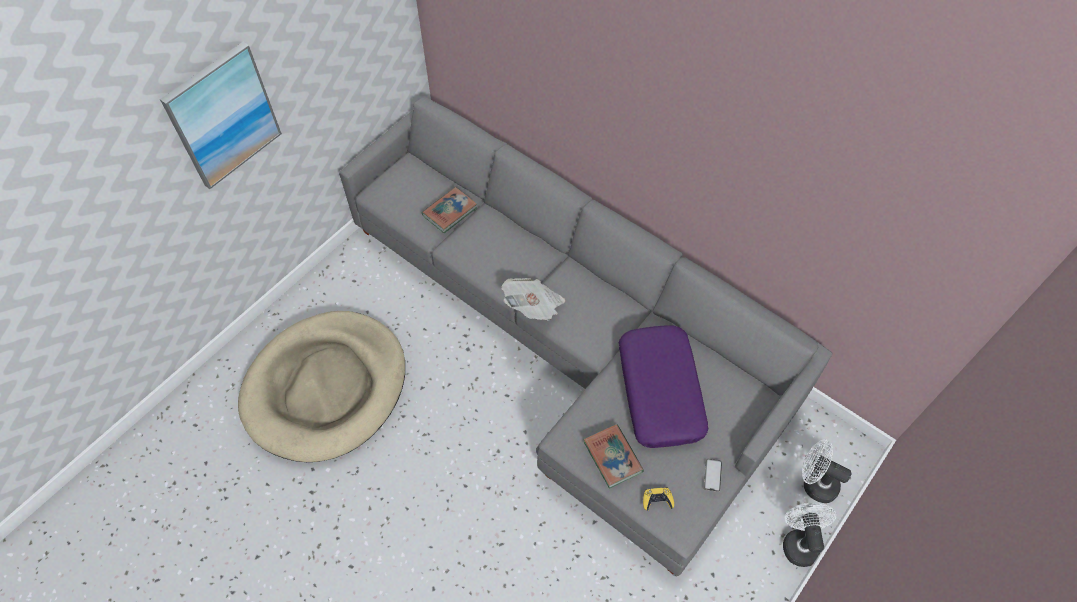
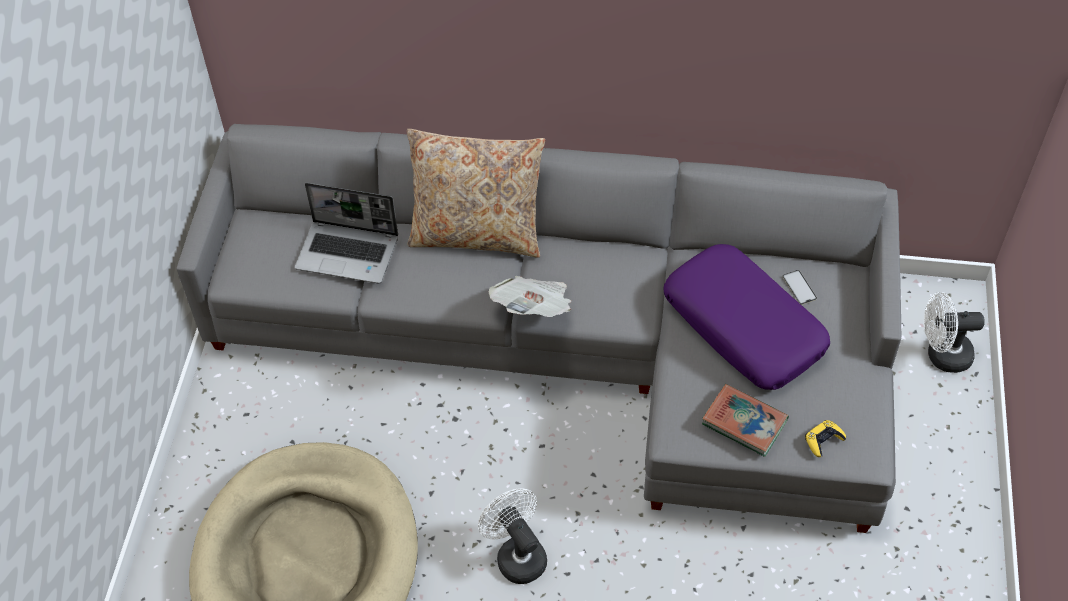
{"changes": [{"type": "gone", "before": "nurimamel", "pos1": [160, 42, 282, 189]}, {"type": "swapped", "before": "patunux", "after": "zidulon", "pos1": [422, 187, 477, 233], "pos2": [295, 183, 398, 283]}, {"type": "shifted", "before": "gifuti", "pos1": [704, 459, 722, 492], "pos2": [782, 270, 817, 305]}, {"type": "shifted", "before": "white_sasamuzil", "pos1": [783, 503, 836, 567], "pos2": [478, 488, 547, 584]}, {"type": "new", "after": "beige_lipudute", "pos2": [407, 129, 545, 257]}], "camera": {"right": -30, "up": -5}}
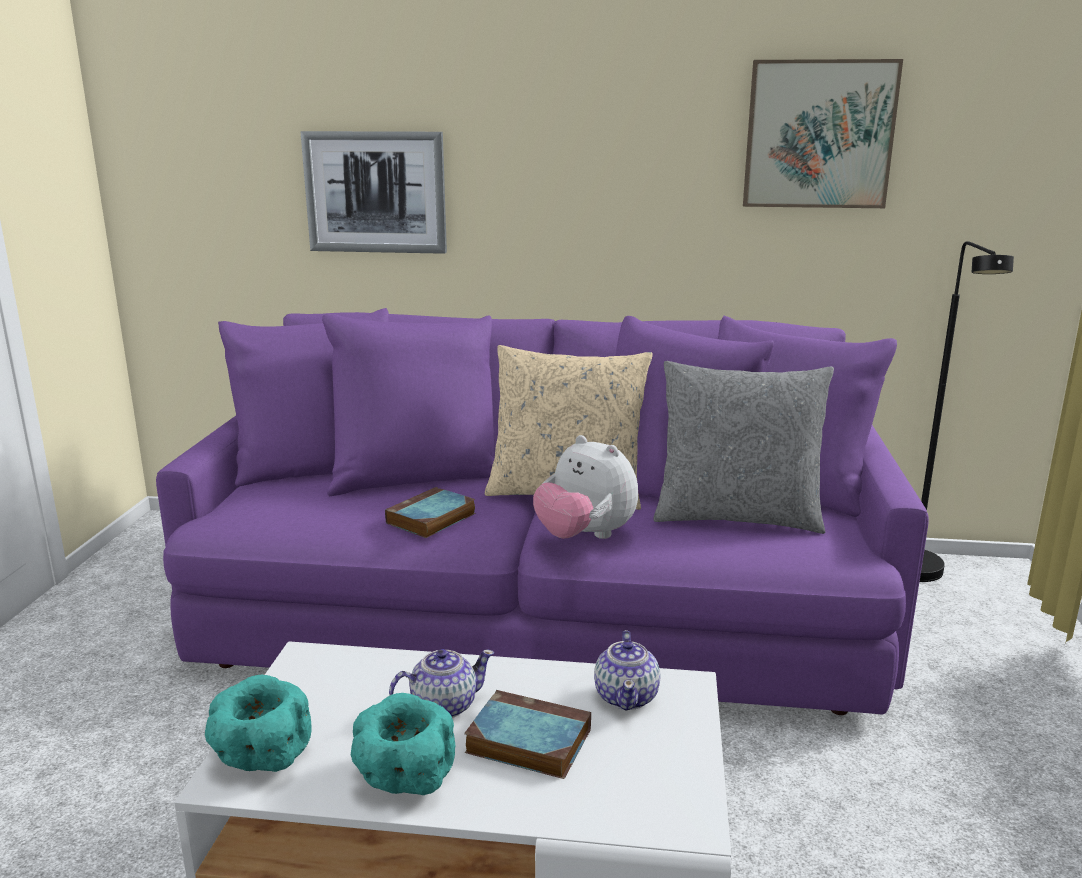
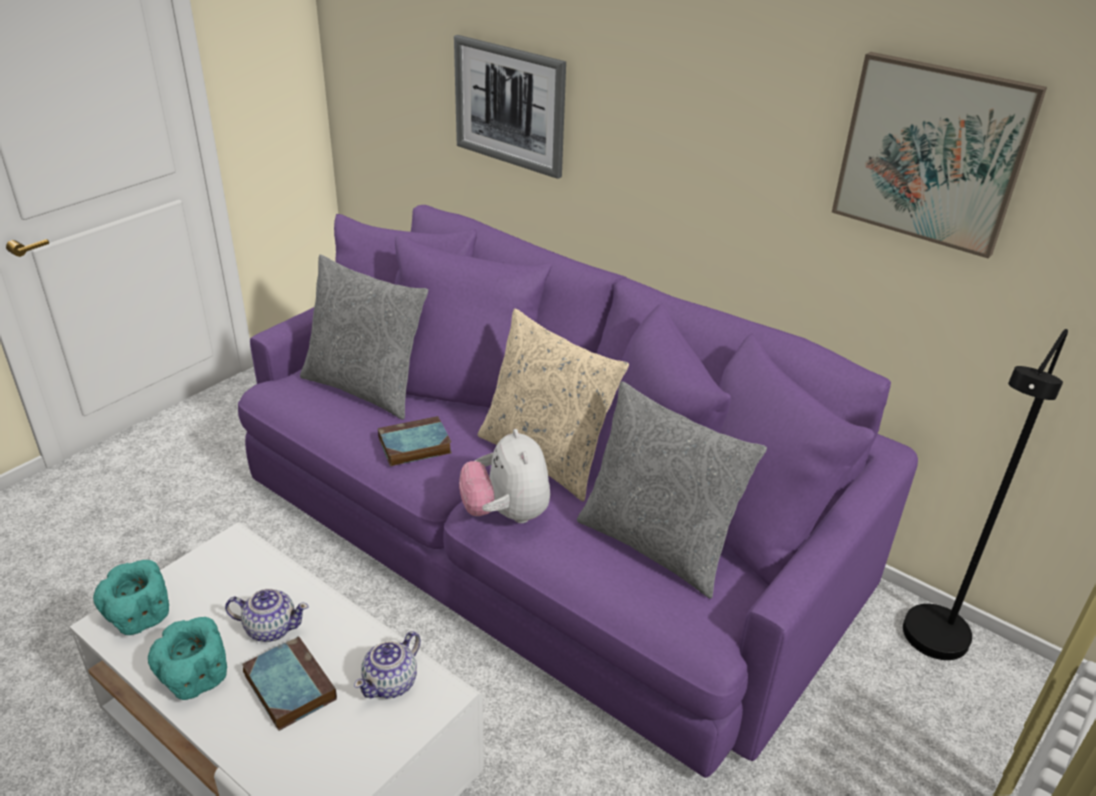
{"changes": [{"type": "new", "after": "grey_lipudute", "pos2": [300, 255, 428, 420]}], "camera": {"right": 30, "up": 15}}
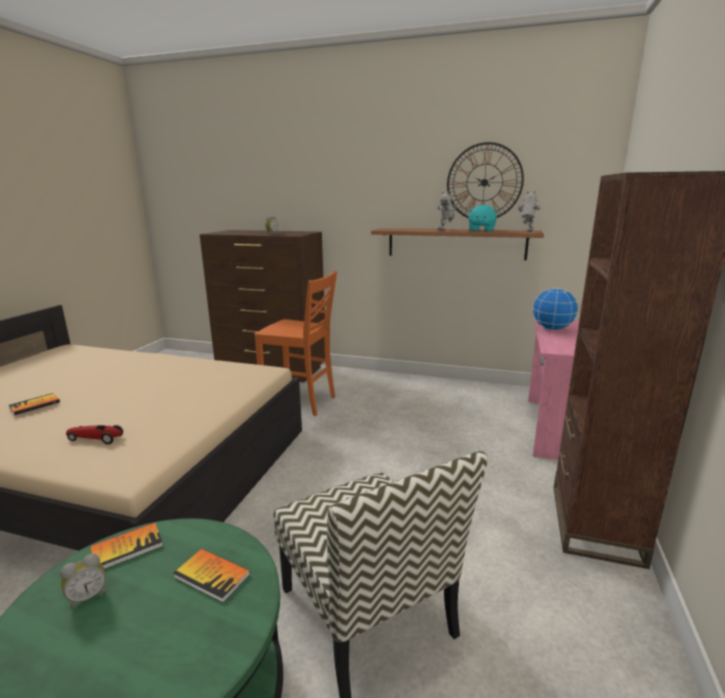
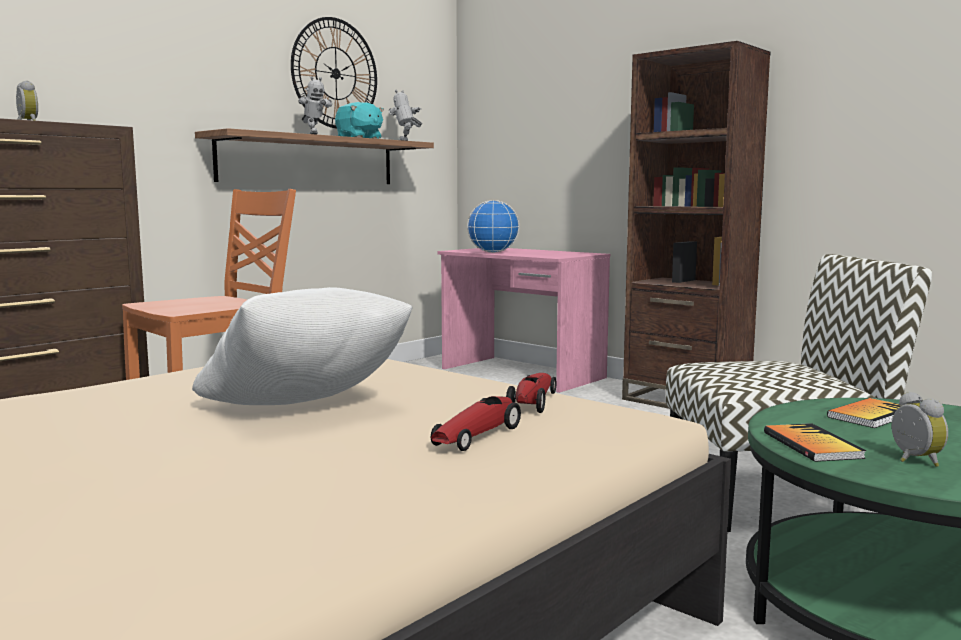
{"changes": [{"type": "gone", "before": "patunux", "pos1": [8, 393, 60, 415]}, {"type": "new", "after": "white_lipudute", "pos2": [192, 287, 413, 405]}, {"type": "new", "after": "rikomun", "pos2": [506, 373, 556, 413]}], "camera": {"right": -65, "up": -10}}
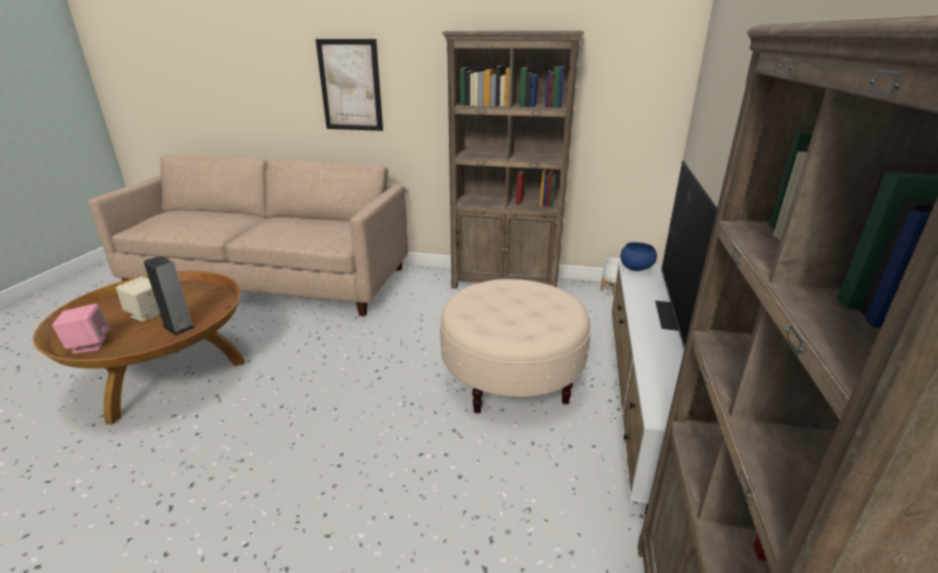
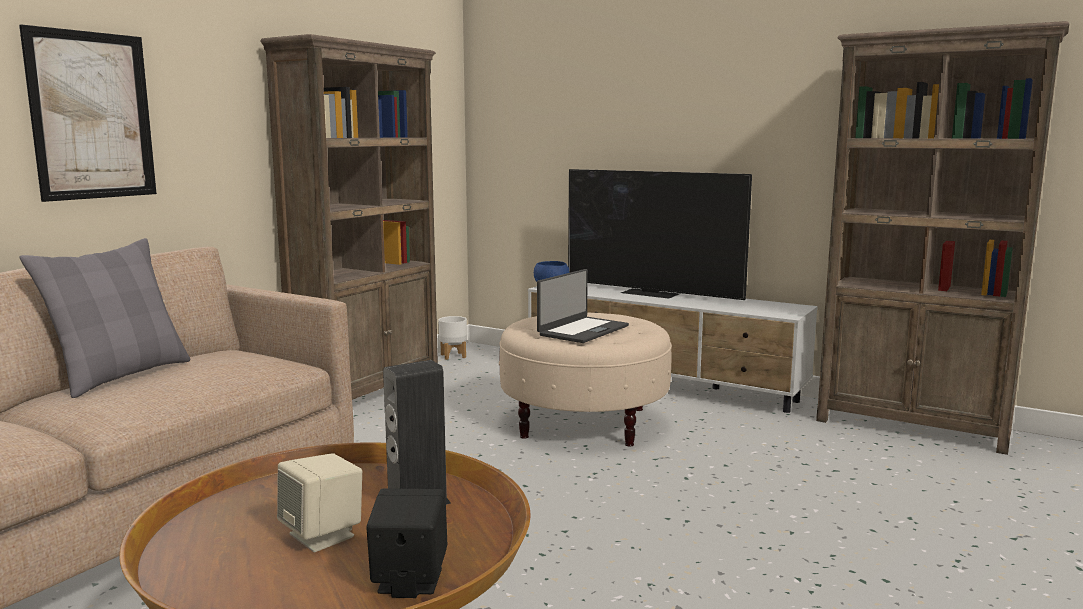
{"changes": [{"type": "repainted", "before": "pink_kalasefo", "after": "black_kalasefo", "pos1": [52, 304, 109, 354], "pos2": [366, 488, 447, 598]}, {"type": "new", "after": "grey_lipudute", "pos2": [19, 238, 190, 398]}, {"type": "new", "after": "zidulon", "pos2": [537, 269, 629, 343]}], "camera": {"right": -70, "up": -15}}
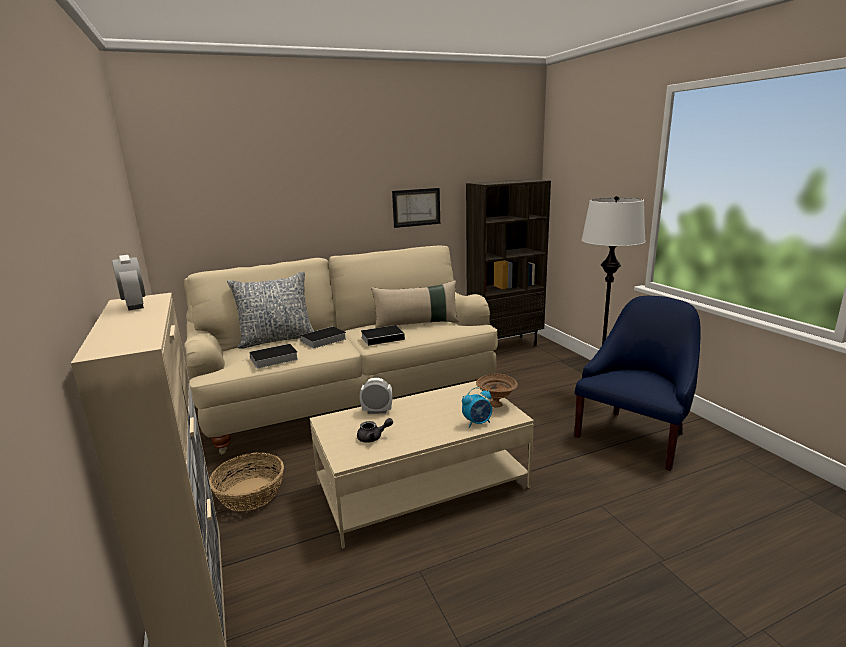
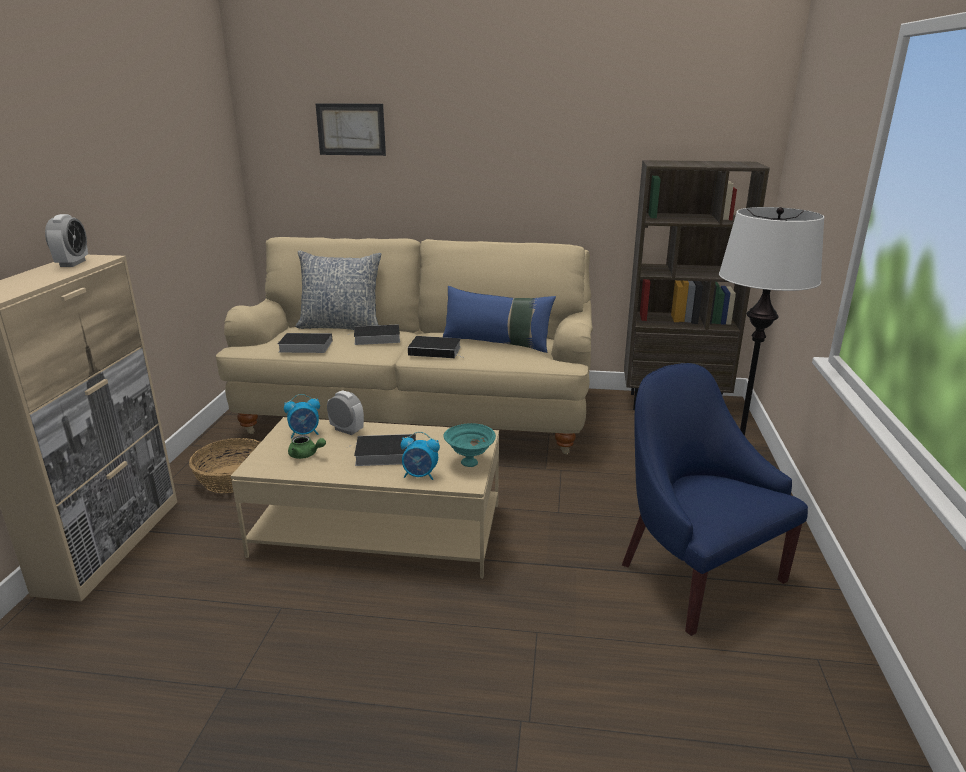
{"changes": [{"type": "repainted", "before": "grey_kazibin", "after": "green_kazibin", "pos1": [357, 418, 393, 443], "pos2": [288, 435, 326, 459]}, {"type": "repainted", "before": "beige_lipudute", "after": "blue_lipudute", "pos1": [371, 281, 459, 328], "pos2": [443, 286, 556, 353]}, {"type": "shifted", "before": "nurimamel", "pos1": [392, 188, 440, 228], "pos2": [316, 103, 386, 156]}, {"type": "repainted", "before": "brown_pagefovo", "after": "turquoise_pagefovo", "pos1": [476, 374, 518, 408], "pos2": [443, 423, 496, 467]}, {"type": "rotated", "before": "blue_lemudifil", "pos1": [574, 296, 701, 471], "pos2": [622, 363, 808, 636], "turn": -105}, {"type": "new", "after": "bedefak", "pos2": [284, 394, 320, 438]}, {"type": "new", "after": "patunux", "pos2": [349, 434, 416, 466]}], "camera": {"right": 30, "up": 5}}
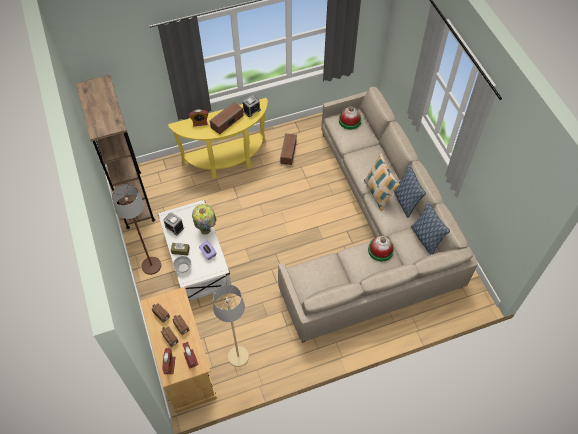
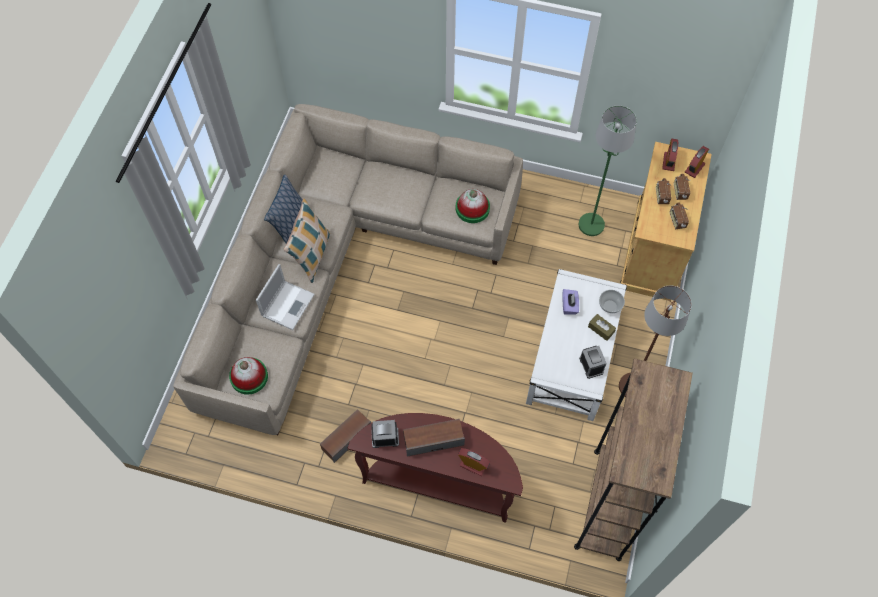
{"changes": [{"type": "repainted", "before": "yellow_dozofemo", "after": "brown_dozofemo", "pos1": [168, 98, 268, 178], "pos2": [347, 413, 523, 523]}, {"type": "gone", "before": "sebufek", "pos1": [192, 204, 216, 235]}, {"type": "repainted", "before": "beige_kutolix", "after": "green_kutolix", "pos1": [213, 284, 249, 367], "pos2": [579, 106, 637, 236]}, {"type": "shifted", "before": "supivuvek", "pos1": [368, 236, 394, 261], "pos2": [456, 189, 490, 223]}, {"type": "gone", "before": "lipudute", "pos1": [411, 201, 450, 255]}, {"type": "new", "after": "zidulon", "pos2": [256, 264, 315, 330]}], "camera": {"right": -145, "up": 5}}
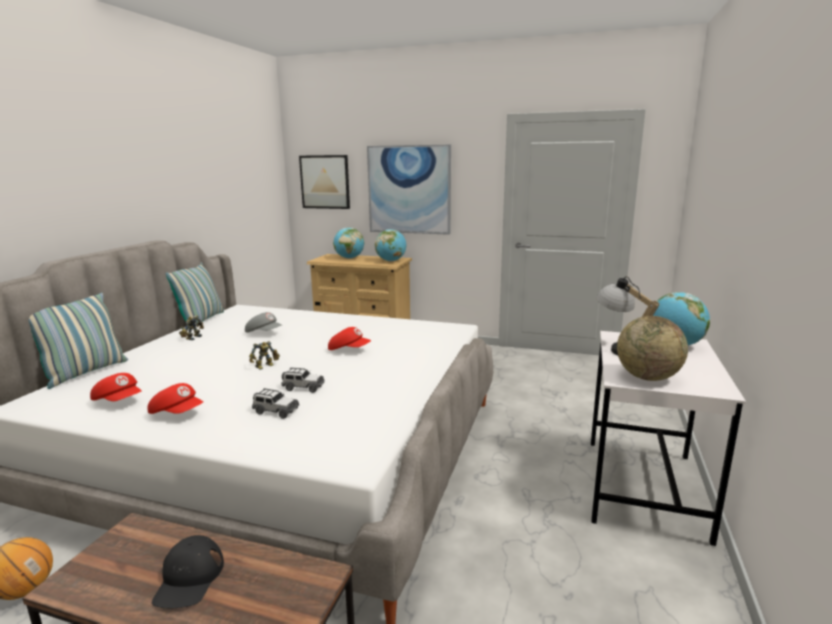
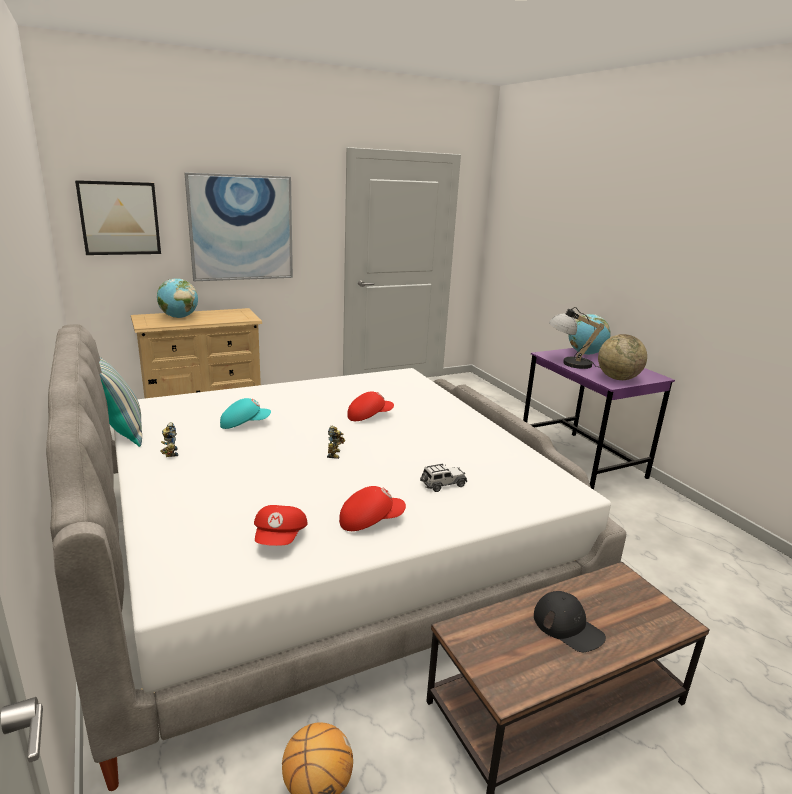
{"changes": [{"type": "gone", "before": "lipudute", "pos1": [29, 293, 128, 389]}, {"type": "rotated", "before": "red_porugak", "pos1": [90, 373, 142, 401], "pos2": [254, 505, 308, 546], "turn": 105}, {"type": "repainted", "before": "grey_porugak", "after": "turquoise_porugak", "pos1": [245, 312, 282, 333], "pos2": [220, 398, 271, 429]}, {"type": "gone", "before": "rikomun", "pos1": [281, 368, 325, 393]}, {"type": "gone", "before": "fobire", "pos1": [375, 229, 406, 261]}, {"type": "repainted", "before": "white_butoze", "after": "purple_butoze", "pos1": [591, 331, 746, 546], "pos2": [523, 348, 675, 490]}], "camera": {"right": -45, "up": 5}}
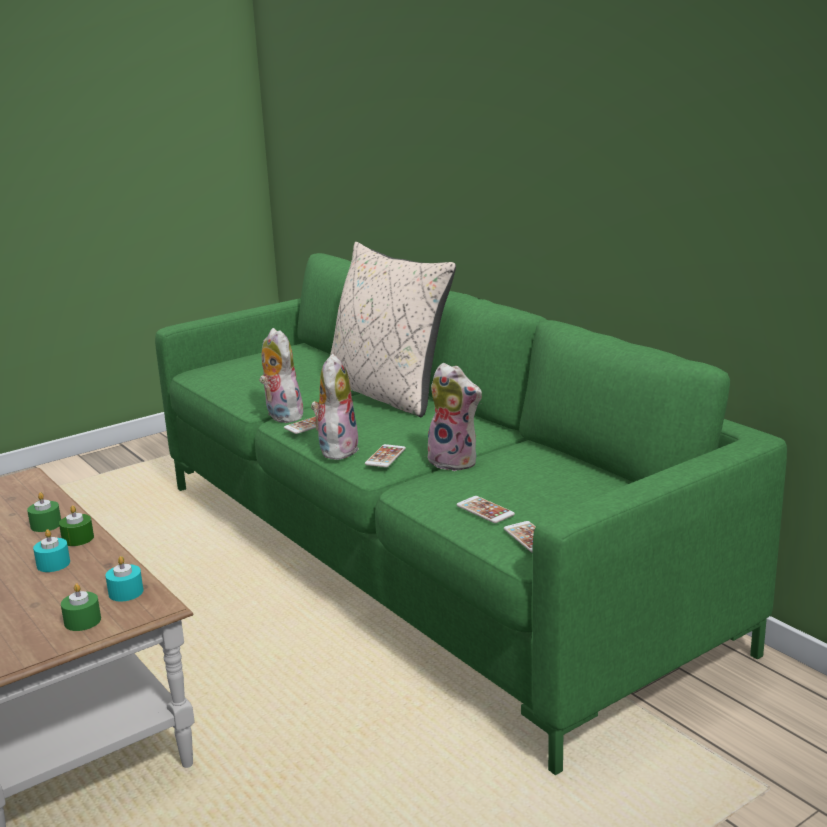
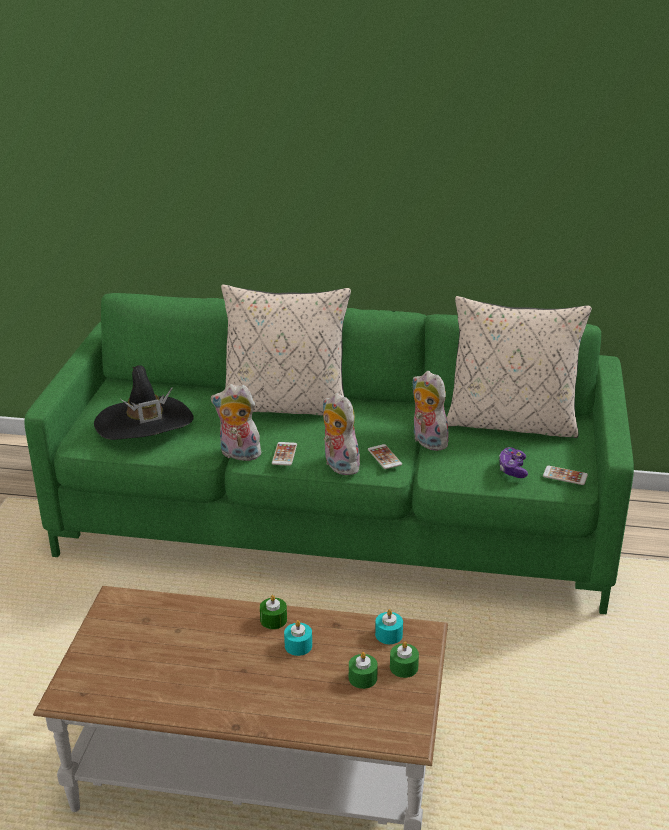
{"changes": [{"type": "shifted", "before": "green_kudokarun", "pos1": [27, 492, 61, 532], "pos2": [349, 652, 378, 689]}, {"type": "rotated", "before": "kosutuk", "pos1": [425, 363, 482, 471], "pos2": [413, 371, 451, 451], "turn": -120}, {"type": "swapped", "before": "gifuti", "after": "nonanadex", "pos1": [456, 496, 515, 523], "pos2": [499, 447, 528, 478]}, {"type": "new", "after": "black_supivuvek", "pos2": [94, 365, 194, 440]}, {"type": "new", "after": "beige_lipudute", "pos2": [447, 296, 592, 438]}], "camera": {"right": -45, "up": 10}}
